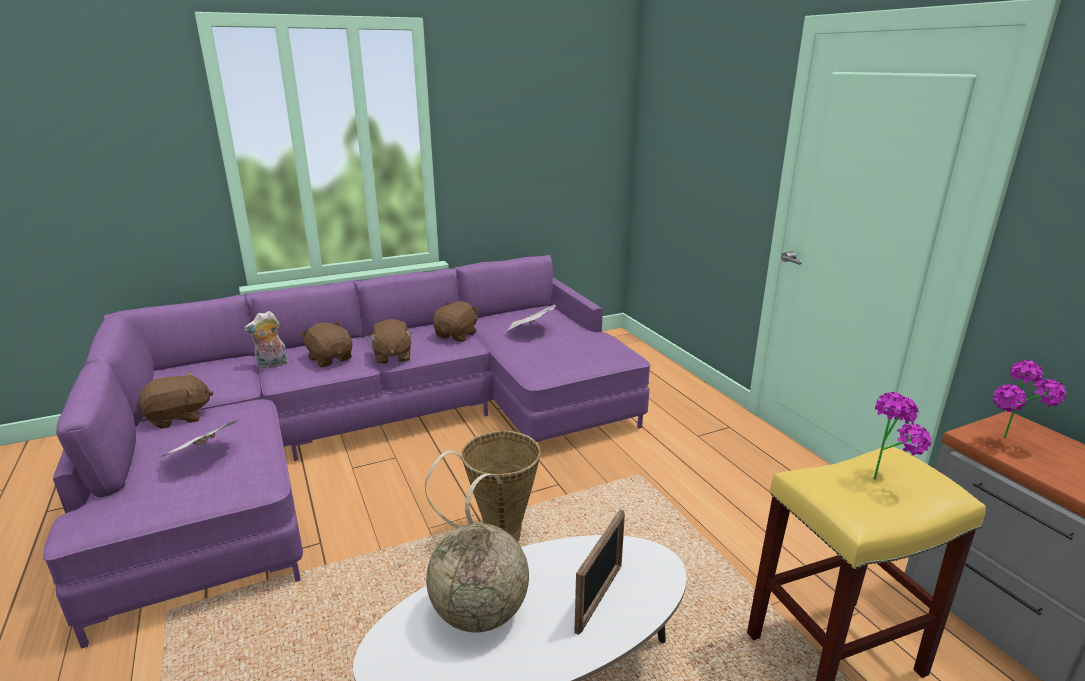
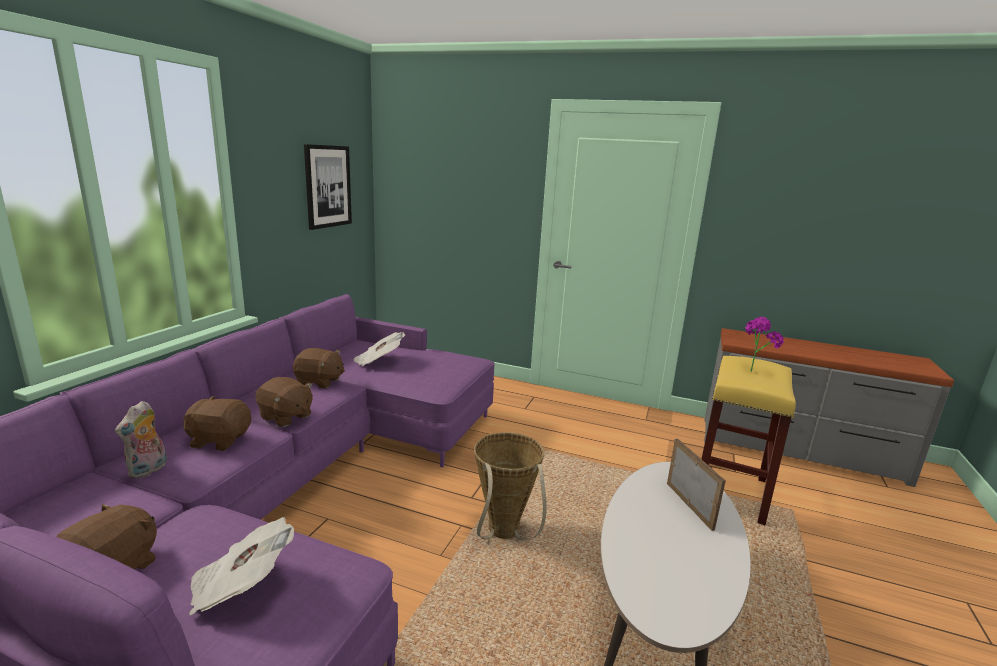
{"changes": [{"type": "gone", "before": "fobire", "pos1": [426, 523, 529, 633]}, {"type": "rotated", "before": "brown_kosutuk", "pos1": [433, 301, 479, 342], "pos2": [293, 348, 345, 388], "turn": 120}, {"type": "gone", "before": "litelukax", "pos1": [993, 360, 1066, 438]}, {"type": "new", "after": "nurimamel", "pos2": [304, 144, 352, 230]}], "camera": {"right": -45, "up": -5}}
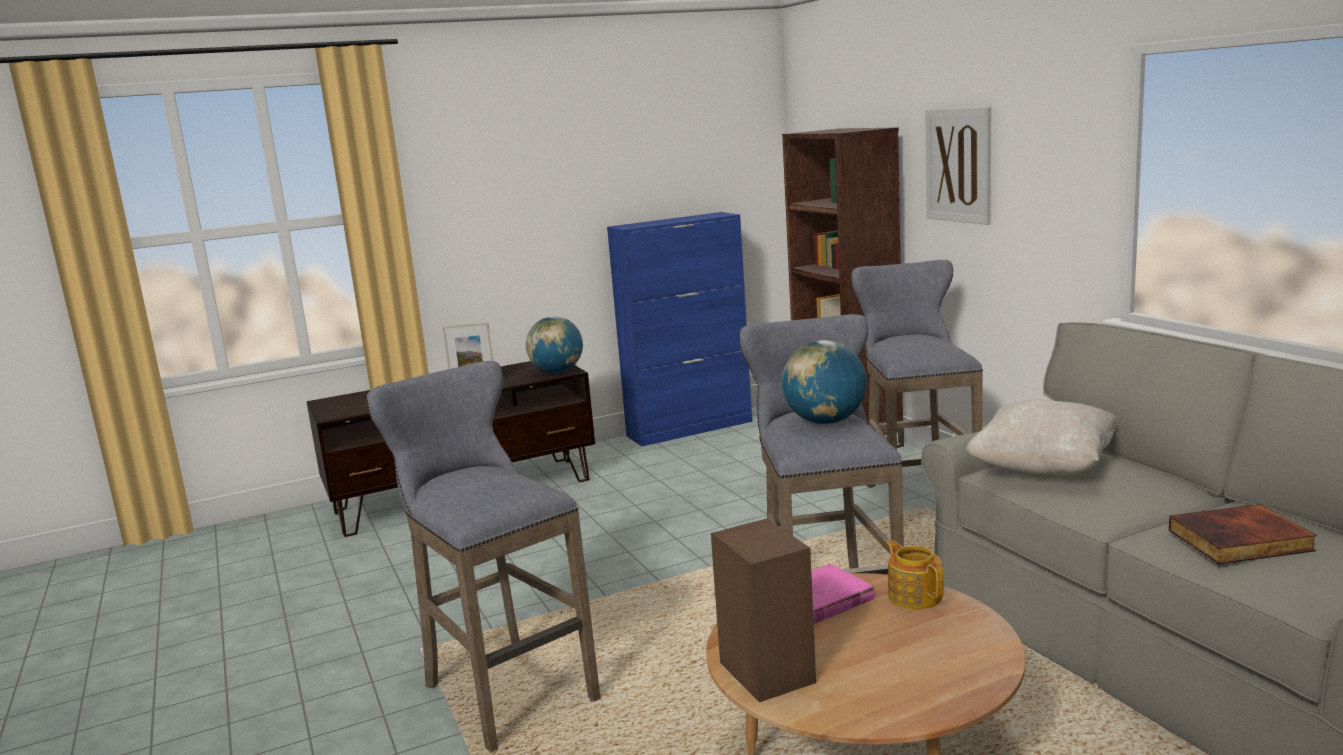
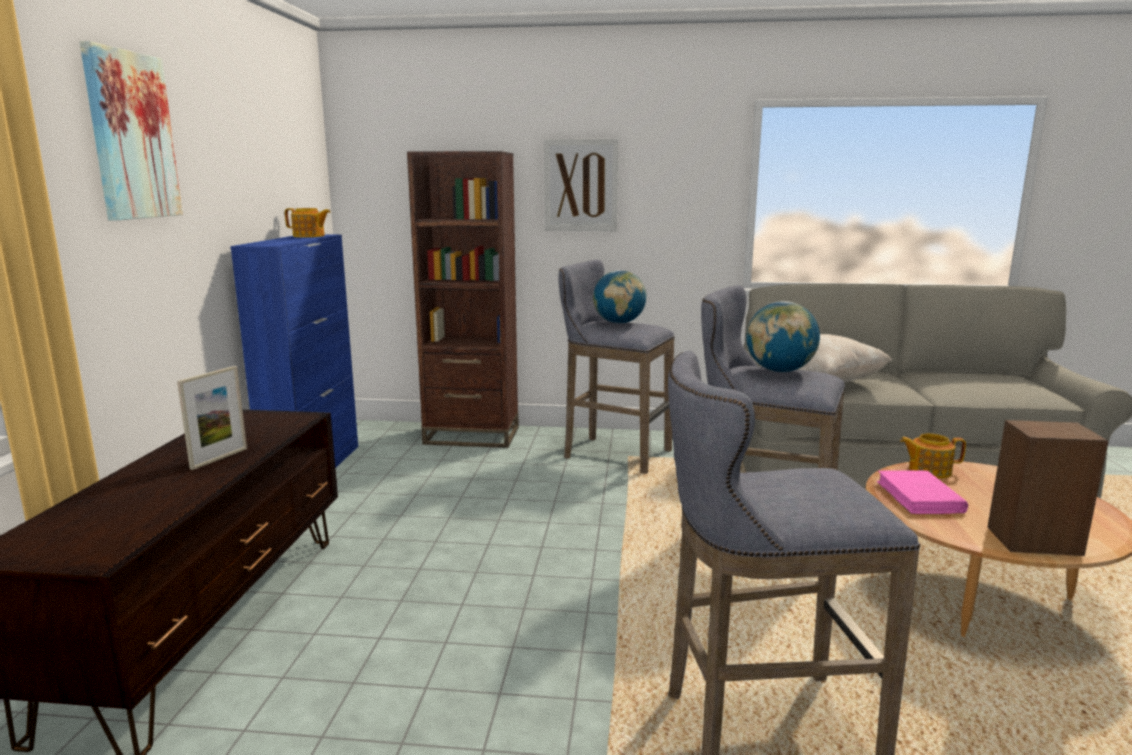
{"changes": [{"type": "shifted", "before": "fobire", "pos1": [526, 316, 583, 373], "pos2": [593, 270, 646, 324]}, {"type": "gone", "before": "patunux", "pos1": [1169, 504, 1317, 564]}, {"type": "new", "after": "nurimamel", "pos2": [79, 41, 183, 220]}, {"type": "new", "after": "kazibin", "pos2": [285, 208, 331, 238]}], "camera": {"right": -60, "up": 0}}
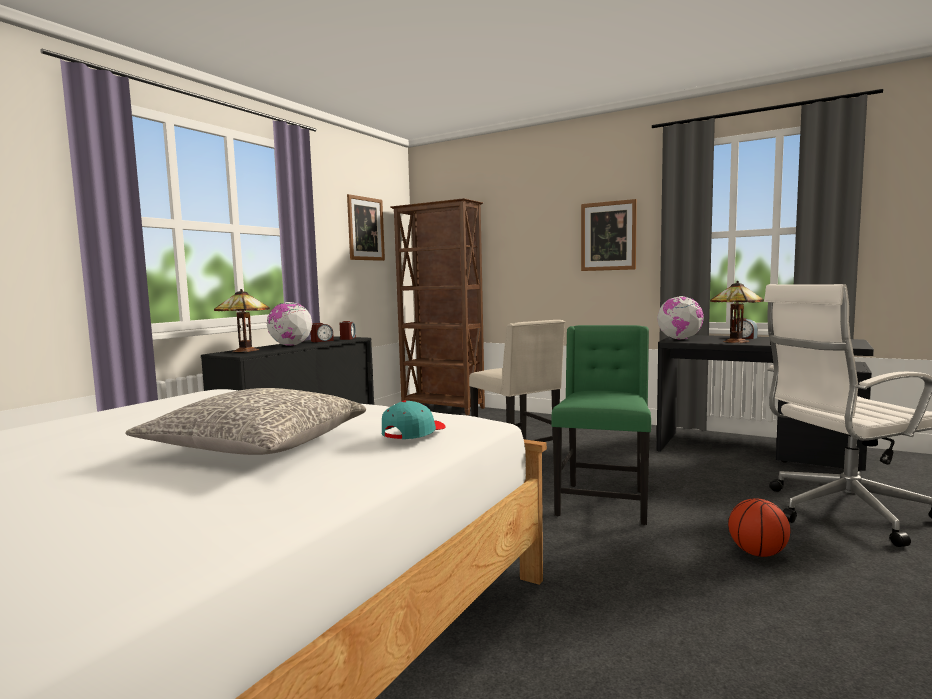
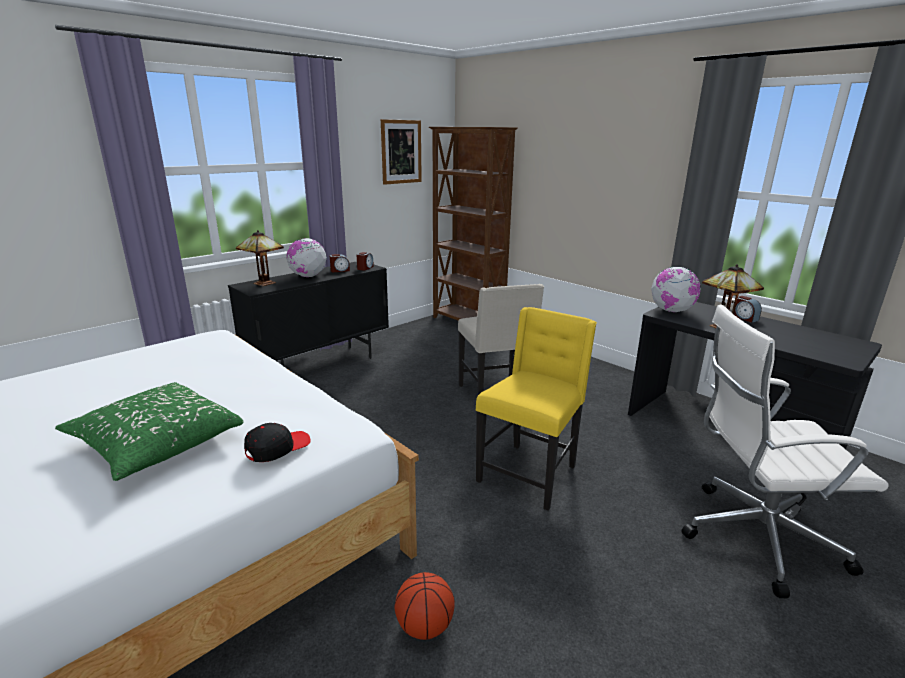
{"changes": [{"type": "repainted", "before": "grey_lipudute", "after": "green_lipudute", "pos1": [125, 388, 366, 455], "pos2": [55, 382, 244, 481]}, {"type": "repainted", "before": "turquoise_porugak", "after": "black_porugak", "pos1": [382, 401, 446, 439], "pos2": [244, 423, 311, 462]}, {"type": "repainted", "before": "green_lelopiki", "after": "yellow_lelopiki", "pos1": [552, 325, 651, 525], "pos2": [476, 307, 597, 511]}, {"type": "gone", "before": "nurimamel", "pos1": [581, 199, 637, 271]}, {"type": "shifted", "before": "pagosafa", "pos1": [728, 498, 790, 557], "pos2": [395, 572, 455, 640]}], "camera": {"right": 15, "up": 15}}
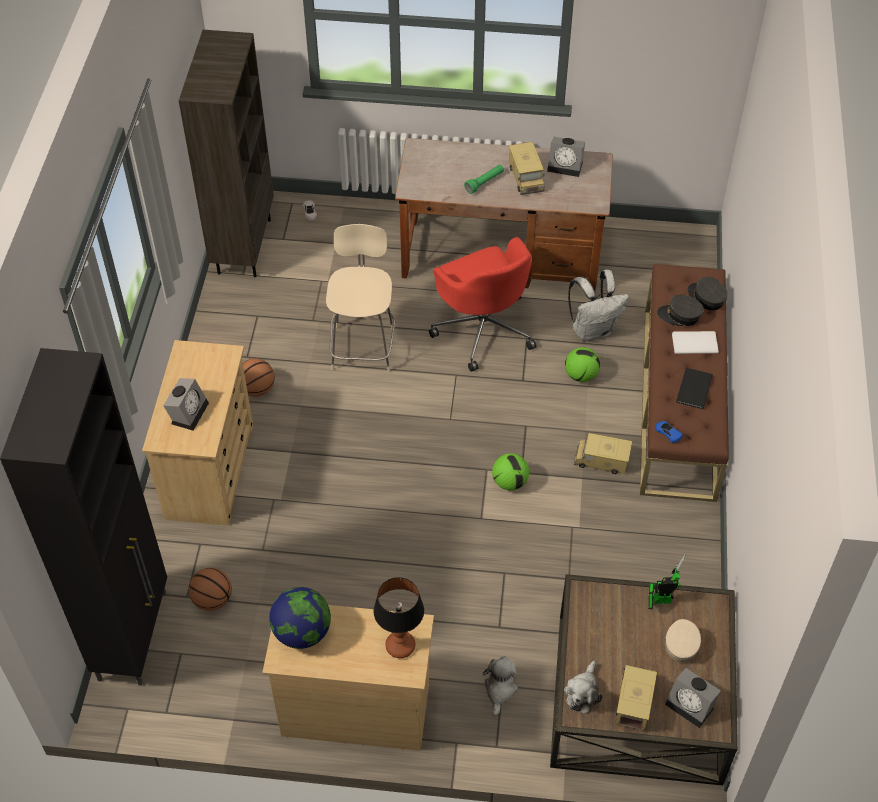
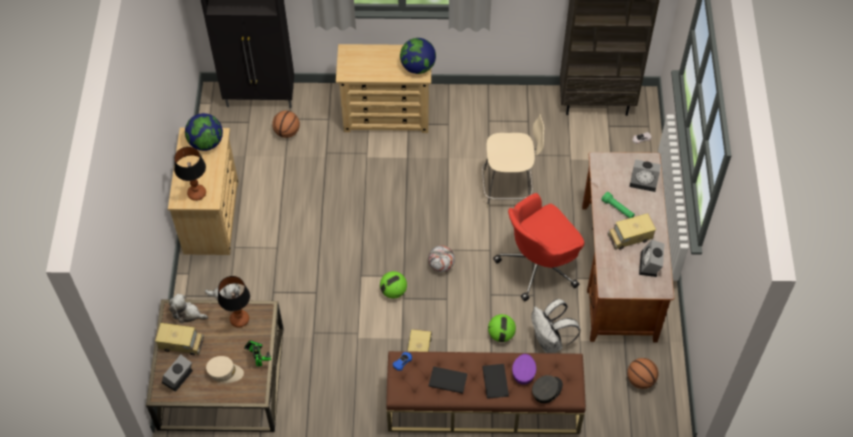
{"changes": [{"type": "shifted", "before": "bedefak", "pos1": [163, 378, 209, 430], "pos2": [630, 159, 661, 192]}, {"type": "shifted", "before": "pagosafa", "pos1": [243, 358, 275, 397], "pos2": [627, 358, 659, 389]}, {"type": "repainted", "before": "grey_porugak", "after": "purple_porugak", "pos1": [657, 295, 704, 326], "pos2": [512, 354, 536, 385]}, {"type": "repainted", "before": "white_patunux", "after": "black_patunux", "pos1": [672, 331, 719, 354], "pos2": [482, 364, 509, 399]}, {"type": "new", "after": "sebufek", "pos2": [218, 276, 250, 327]}, {"type": "new", "after": "fobire", "pos2": [400, 38, 436, 74]}, {"type": "new", "after": "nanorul", "pos2": [428, 245, 455, 272]}], "camera": {"right": 85, "up": 5}}
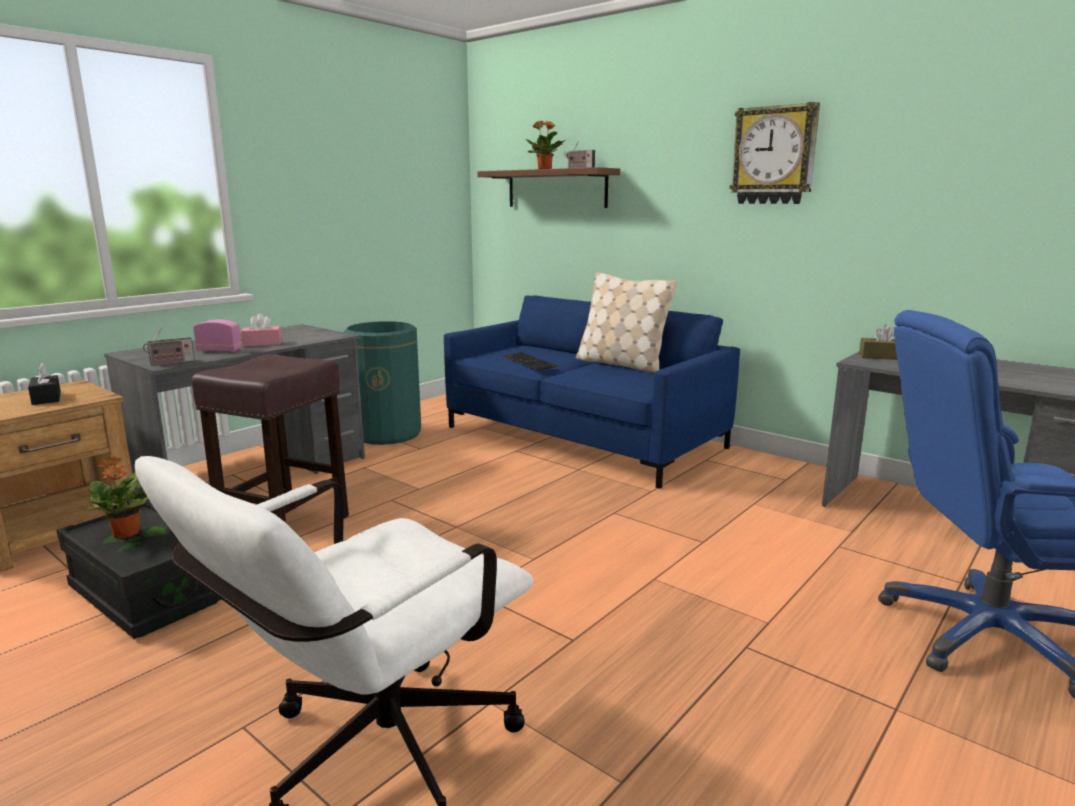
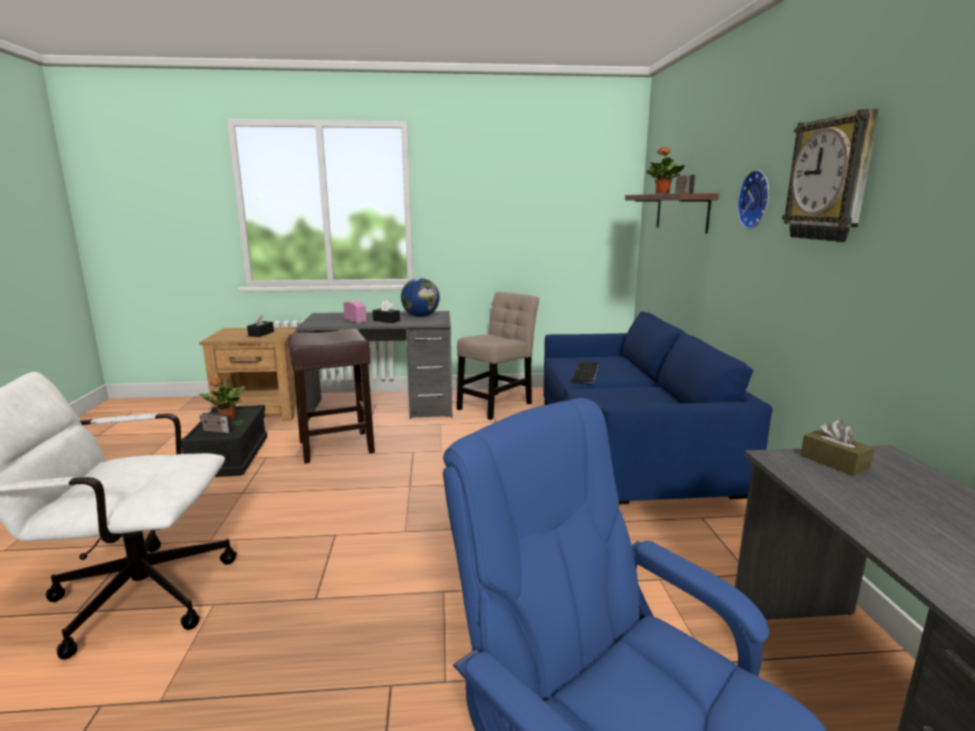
{"changes": [{"type": "shifted", "before": "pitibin", "pos1": [143, 328, 195, 366], "pos2": [200, 405, 232, 433]}, {"type": "repainted", "before": "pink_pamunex", "after": "black_pamunex", "pos1": [241, 313, 282, 346], "pos2": [372, 300, 400, 323]}, {"type": "swapped", "before": "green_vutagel", "after": "beige_lelopiki", "pos1": [344, 321, 421, 445], "pos2": [457, 292, 539, 420]}, {"type": "gone", "before": "beige_lipudute", "pos1": [576, 272, 677, 373]}, {"type": "new", "after": "fobire", "pos2": [401, 278, 440, 317]}, {"type": "new", "after": "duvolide", "pos2": [737, 170, 769, 229]}], "camera": {"right": 45, "up": 0}}
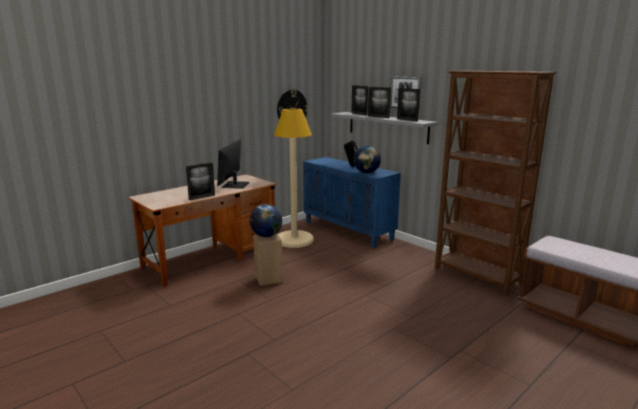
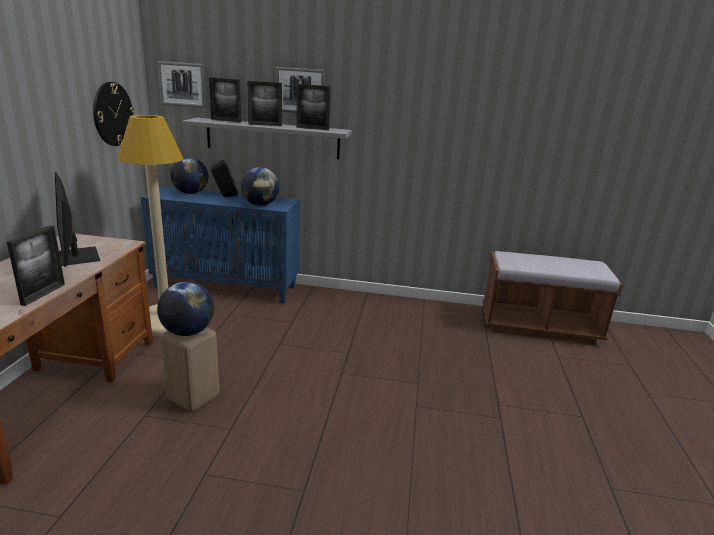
{"changes": [{"type": "gone", "before": "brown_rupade", "pos1": [435, 71, 558, 295]}, {"type": "new", "after": "nurimamel", "pos2": [157, 61, 206, 108]}, {"type": "new", "after": "fobire", "pos2": [170, 157, 209, 194]}], "camera": {"right": -40, "up": 5}}
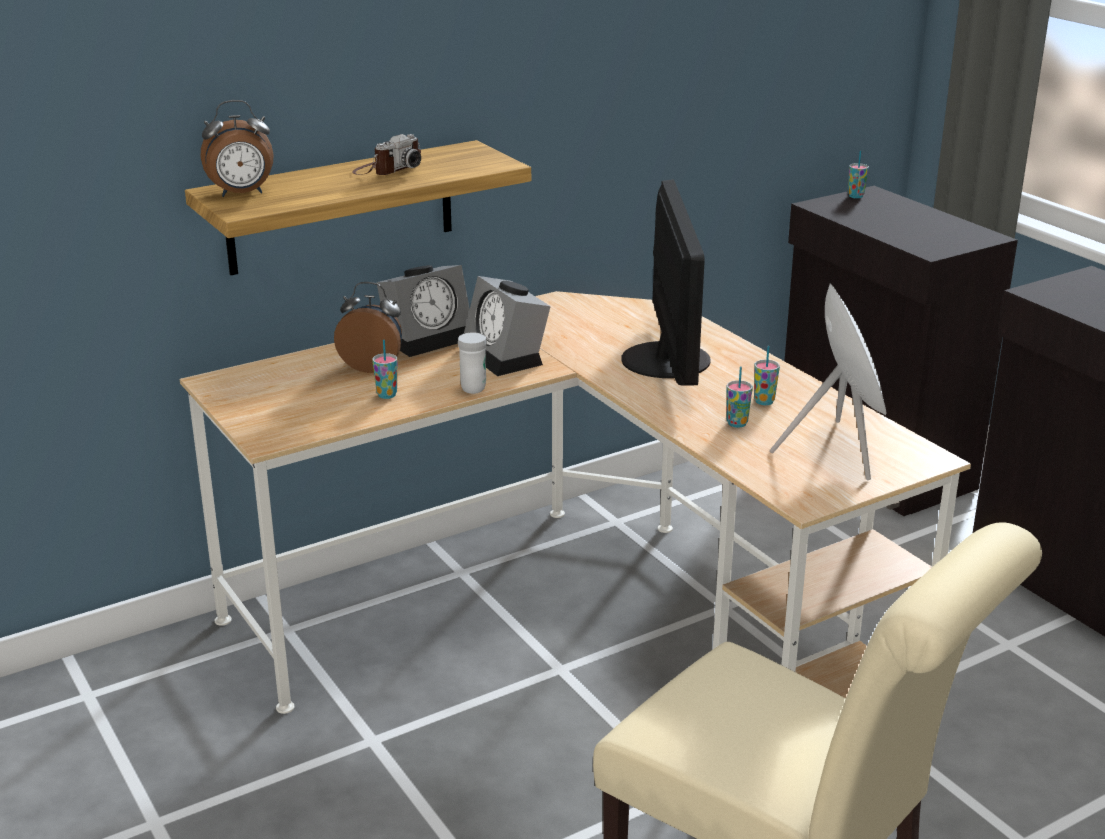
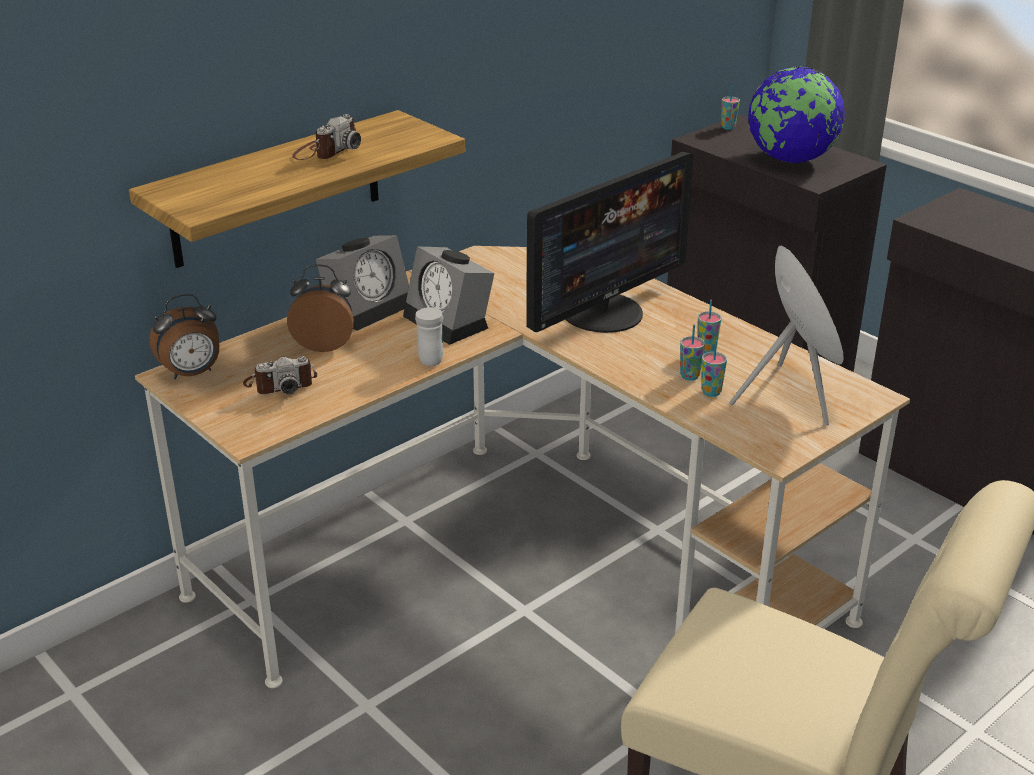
{"changes": [{"type": "shifted", "before": "bedefak", "pos1": [201, 100, 274, 197], "pos2": [149, 294, 219, 379]}, {"type": "shifted", "before": "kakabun", "pos1": [372, 340, 397, 399], "pos2": [701, 340, 727, 397]}, {"type": "rotated", "before": "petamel", "pos1": [621, 179, 711, 385], "pos2": [527, 152, 693, 333], "turn": 60}, {"type": "new", "after": "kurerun", "pos2": [243, 356, 317, 394]}, {"type": "new", "after": "fobire", "pos2": [748, 66, 845, 163]}], "camera": {"right": -10, "up": 5}}
